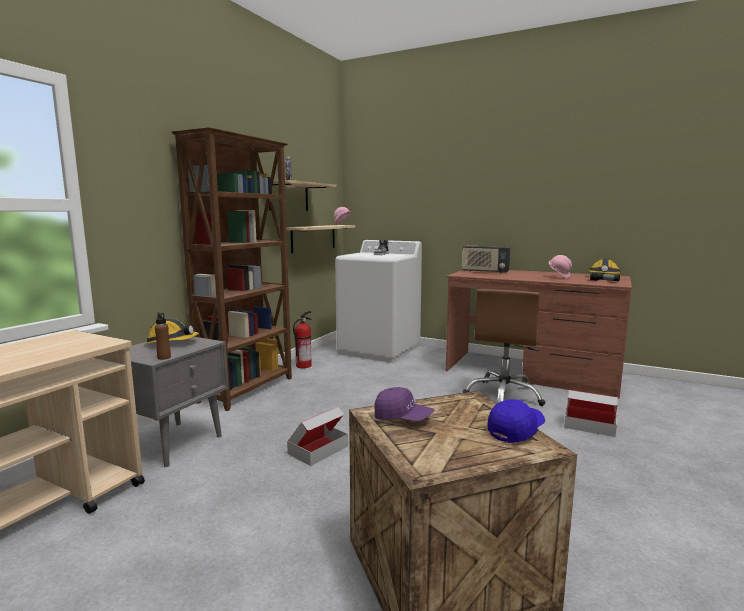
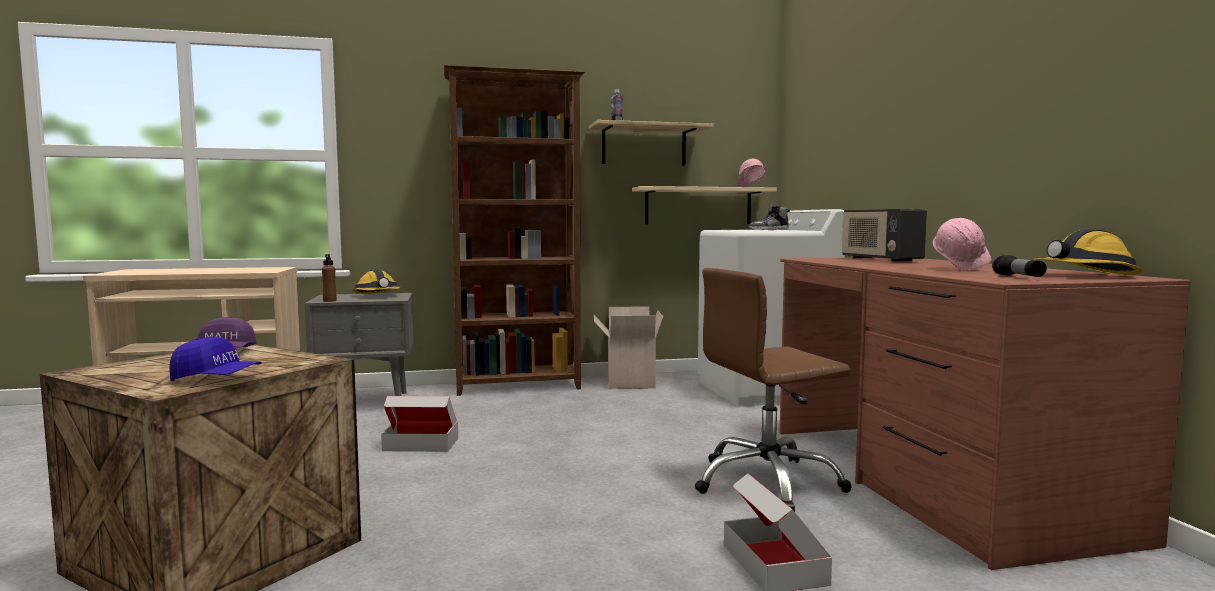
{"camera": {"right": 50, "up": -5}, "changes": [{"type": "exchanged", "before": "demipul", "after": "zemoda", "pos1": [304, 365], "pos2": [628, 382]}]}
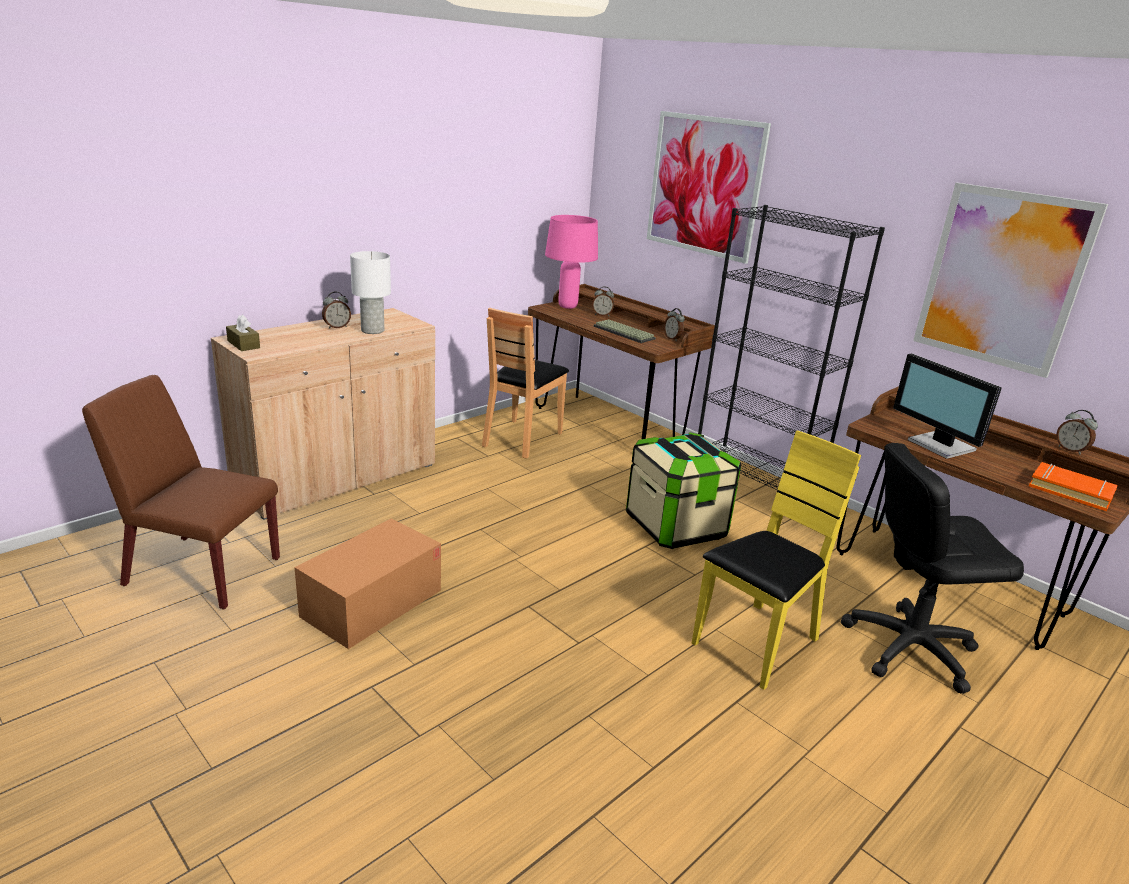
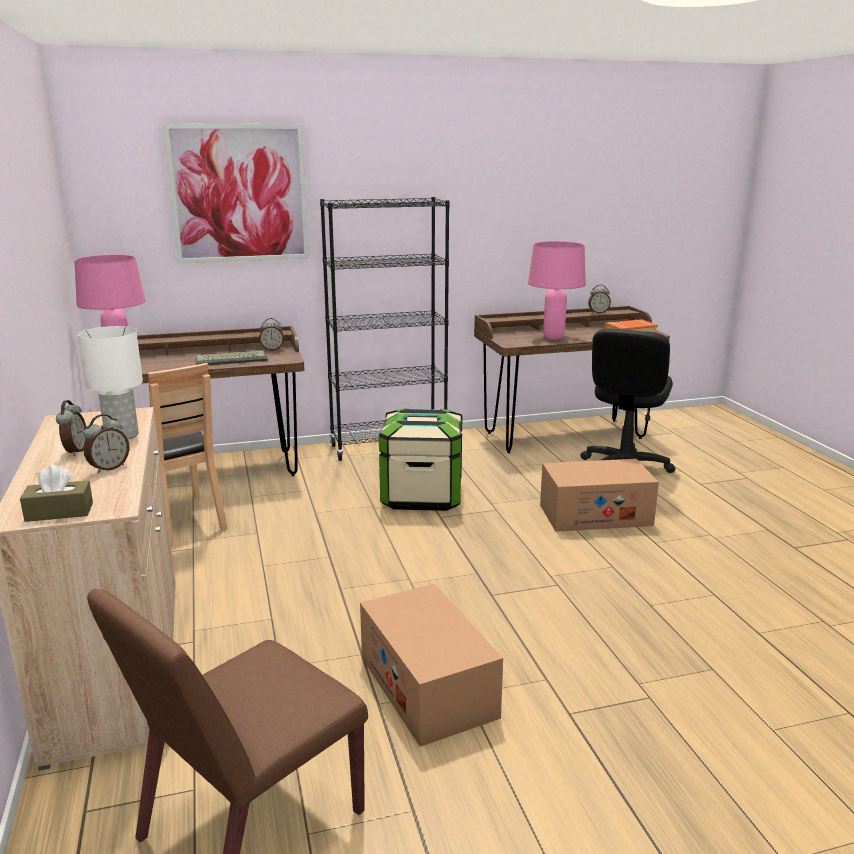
{"camera": {"right": -60, "up": -5}, "changes": [{"type": "missing", "before": "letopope", "pos1": [1002, 278]}, {"type": "relocated", "before": "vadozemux", "pos1": [602, 315], "pos2": [109, 468]}, {"type": "exchanged", "before": "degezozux", "after": "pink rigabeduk", "pos1": [940, 446], "pos2": [553, 338]}, {"type": "exchanged", "before": "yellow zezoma", "after": "zemoda", "pos1": [756, 643], "pos2": [595, 515]}]}
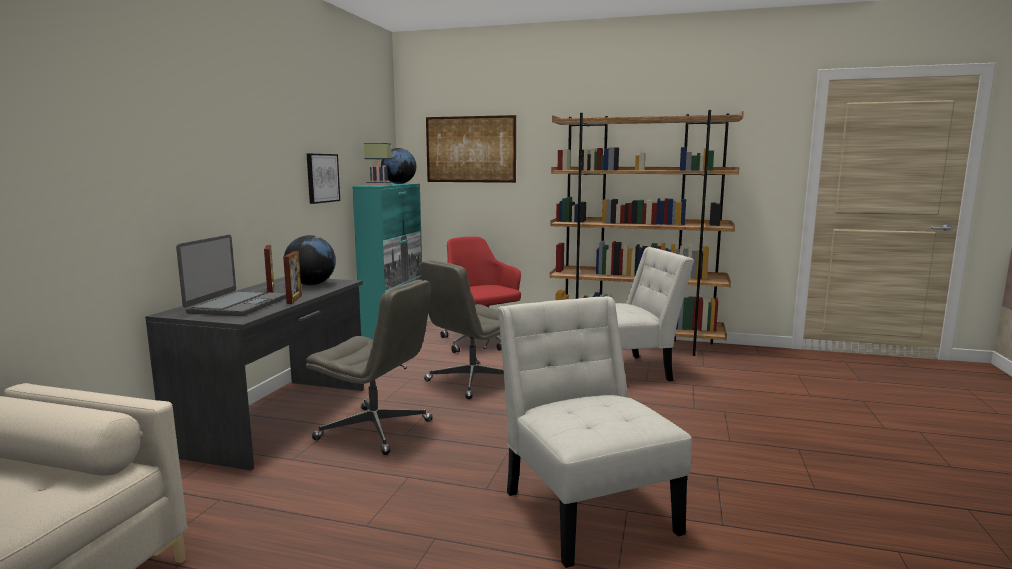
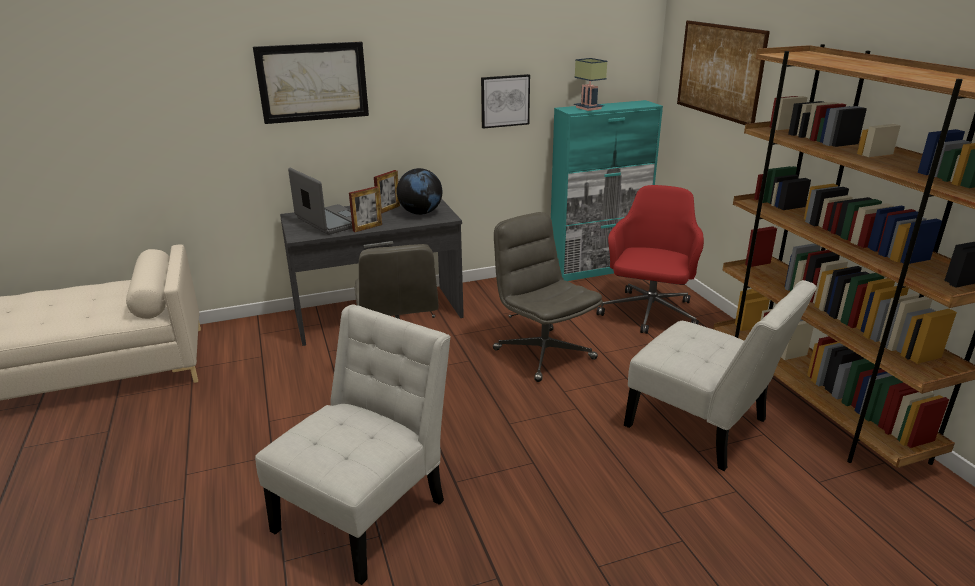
{"camera": {"right": 55, "up": 15}, "changes": [{"type": "missing", "before": "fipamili", "pos1": [399, 183]}, {"type": "spun", "before": "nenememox", "pos1": [237, 305], "pos2": [331, 221], "turn": -105}, {"type": "spun", "before": "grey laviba", "pos1": [472, 382], "pos2": [543, 353], "turn": 45}, {"type": "appeared", "after": "letopope", "pos2": [313, 82]}]}
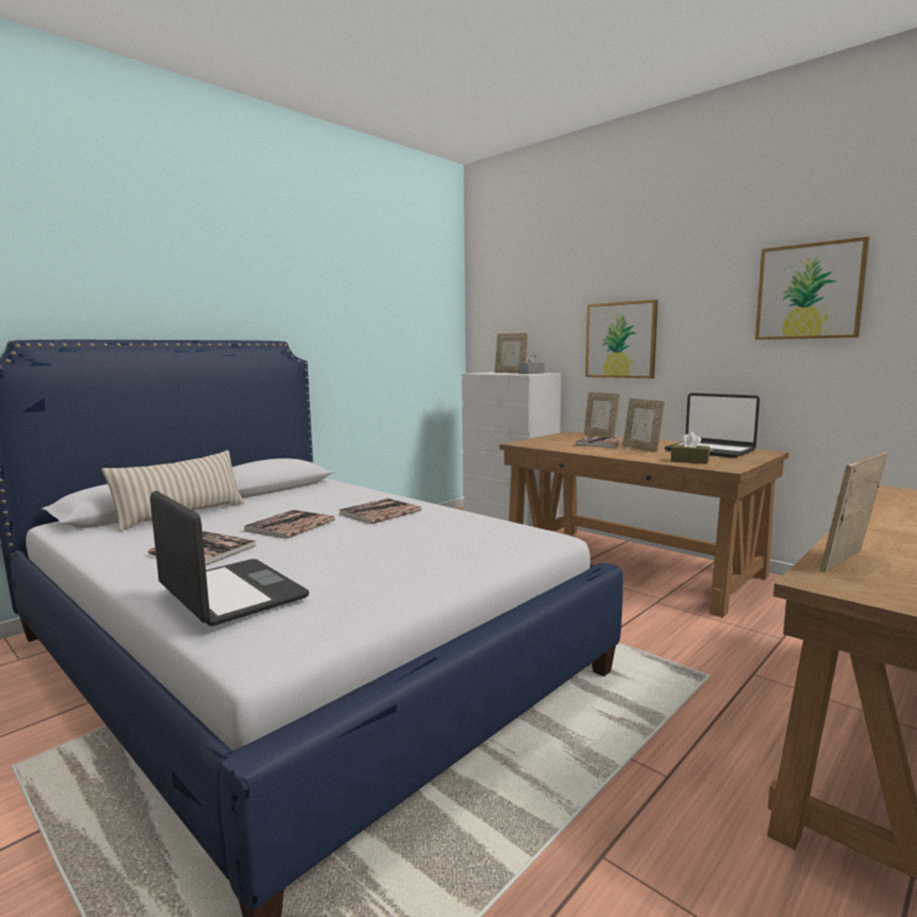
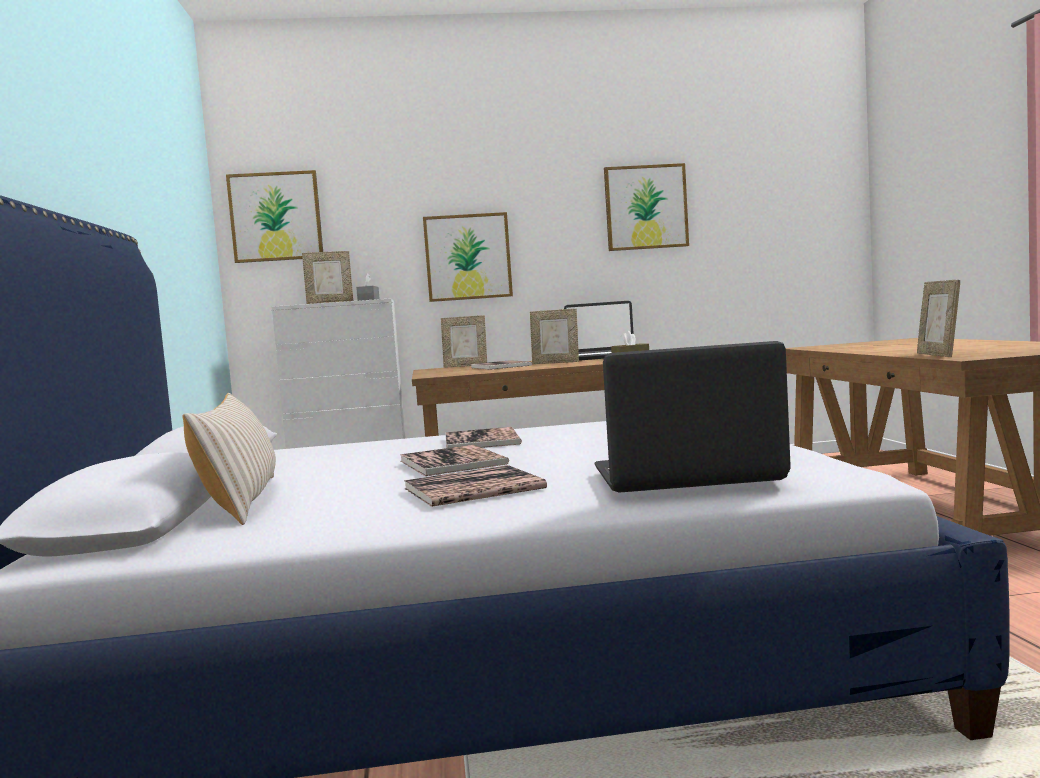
{"camera": {"right": -50, "up": -5}, "changes": [{"type": "appeared", "after": "letopope", "pos2": [276, 217]}]}
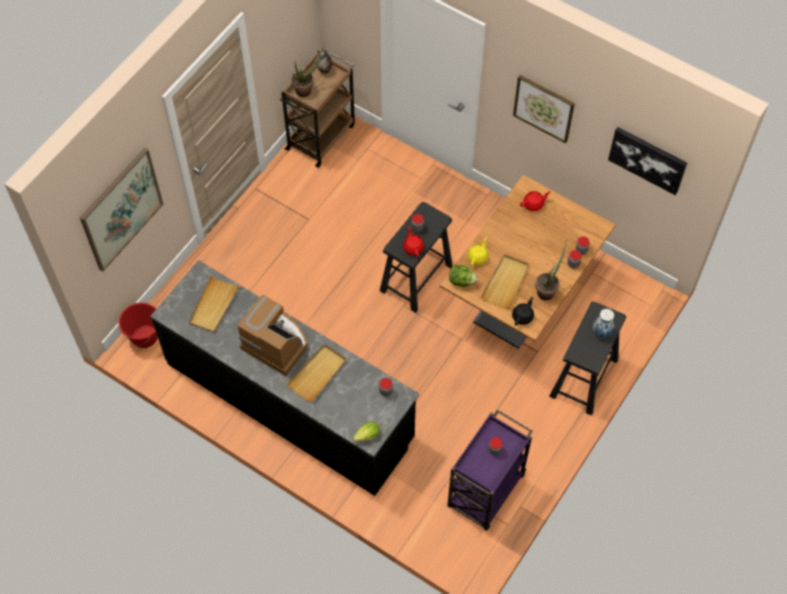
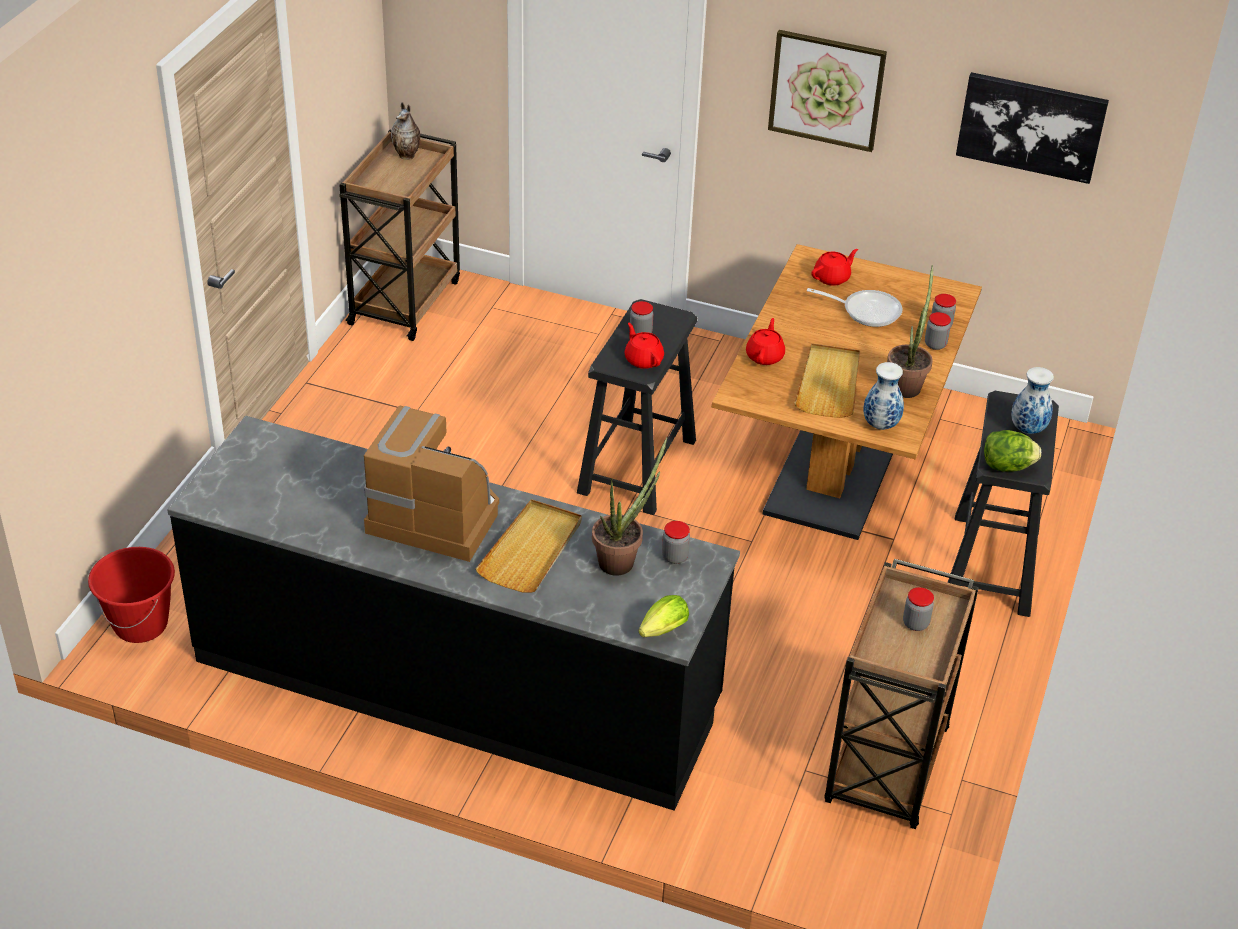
{"camera": {"right": -15, "up": -20}, "changes": [{"type": "relocated", "before": "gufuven", "pos1": [306, 89], "pos2": [622, 559]}, {"type": "missing", "before": "letopope", "pos1": [121, 209]}, {"type": "colour", "before": "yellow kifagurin", "after": "red kifagurin", "pos1": [478, 257], "pos2": [765, 356]}, {"type": "relocated", "before": "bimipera", "pos1": [461, 281], "pos2": [1007, 466]}, {"type": "missing", "before": "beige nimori", "pos1": [213, 305]}, {"type": "exchanged", "before": "black kifagurin", "after": "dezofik", "pos1": [523, 316], "pos2": [880, 424]}, {"type": "colour", "before": "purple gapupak", "after": "brown gapupak", "pos1": [485, 492], "pos2": [886, 768]}, {"type": "appeared", "after": "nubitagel", "pos2": [866, 311]}]}
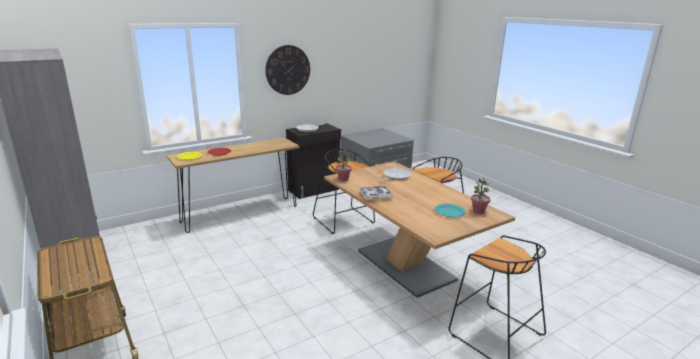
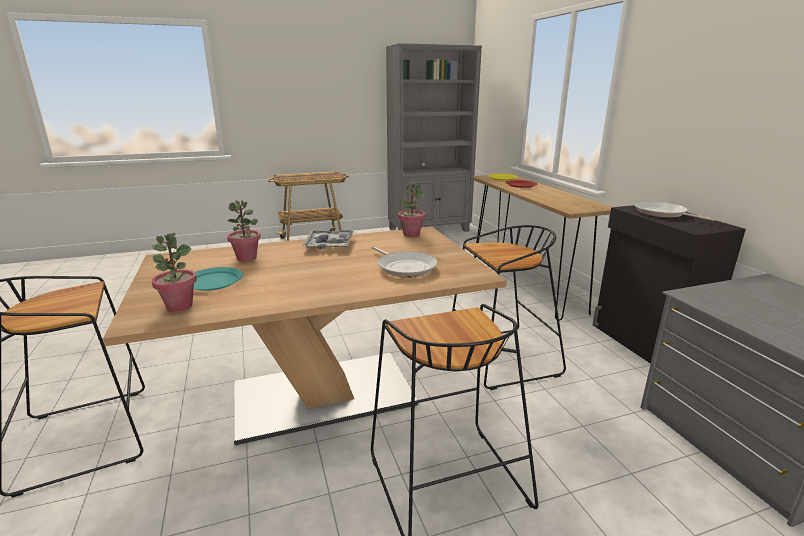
{"camera": {"right": 105, "up": 0}, "changes": [{"type": "missing", "before": "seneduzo", "pos1": [288, 70]}, {"type": "appeared", "after": "gufuven", "pos2": [247, 258]}]}
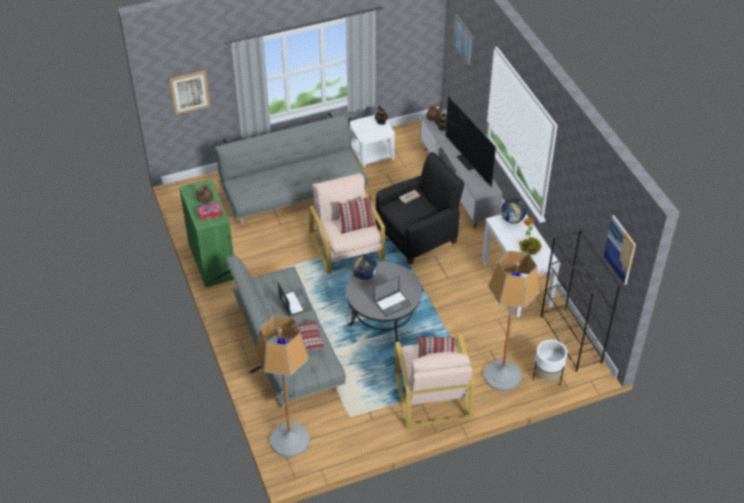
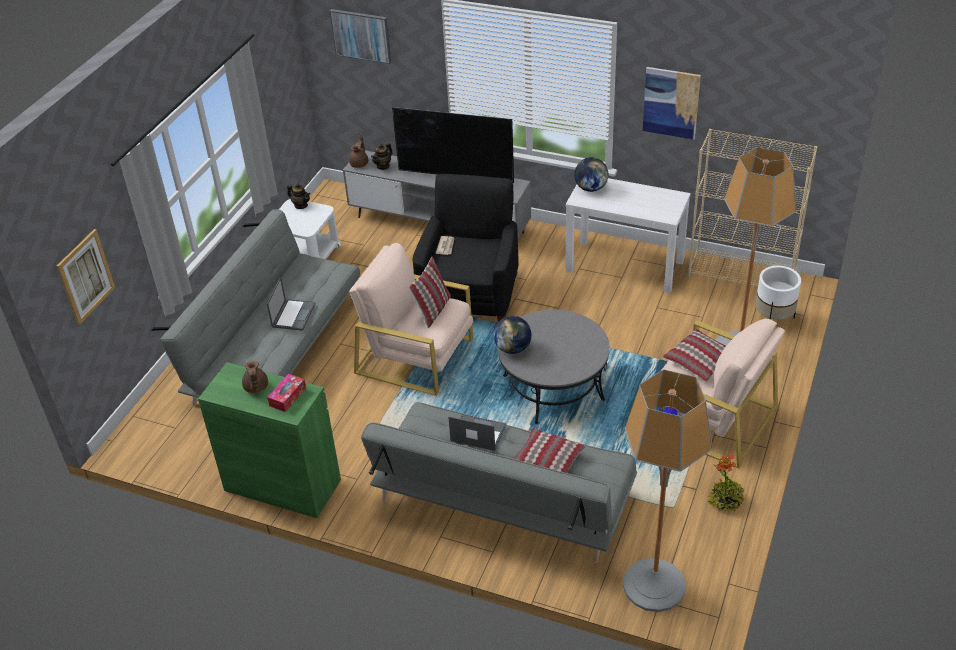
{"camera": {"right": -45, "up": -5}, "changes": [{"type": "relocated", "before": "letopope", "pos1": [620, 249], "pos2": [671, 102]}, {"type": "relocated", "before": "gufuven", "pos1": [529, 249], "pos2": [725, 501]}, {"type": "colour", "before": "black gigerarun", "after": "beige gigerarun", "pos1": [571, 339], "pos2": [742, 275]}, {"type": "relocated", "before": "nenememox", "pos1": [392, 303], "pos2": [293, 314]}]}
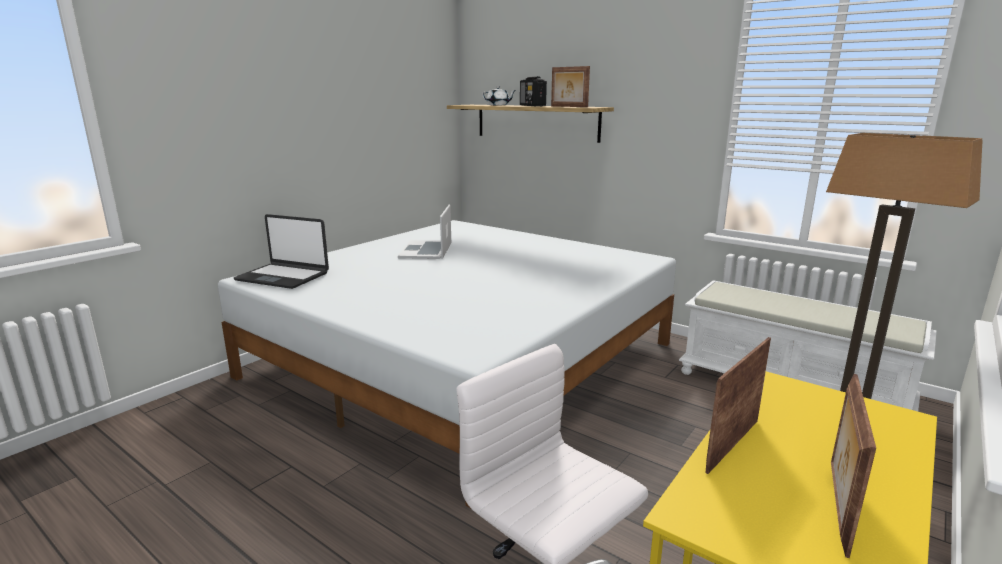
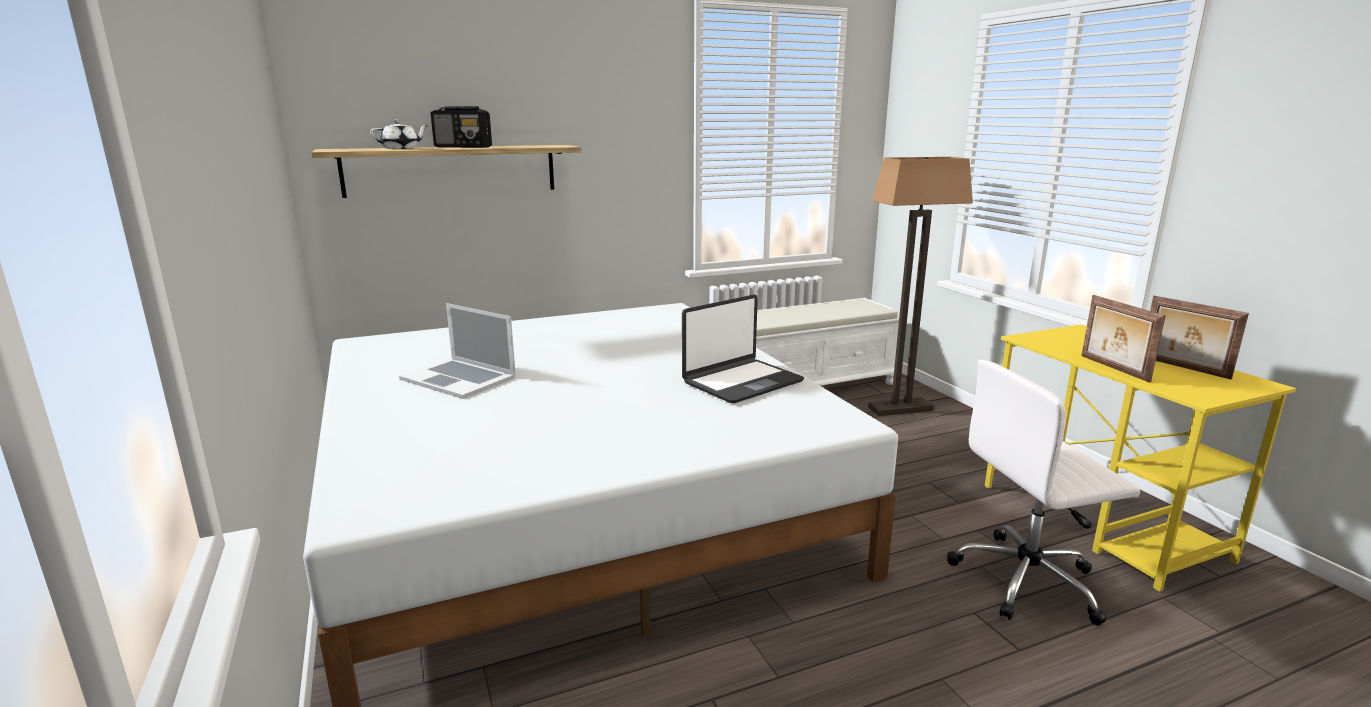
{"camera": {"right": -60, "up": 0}, "changes": [{"type": "missing", "before": "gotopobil", "pos1": [568, 106]}, {"type": "relocated", "before": "nenememox", "pos1": [283, 277], "pos2": [741, 382]}]}
